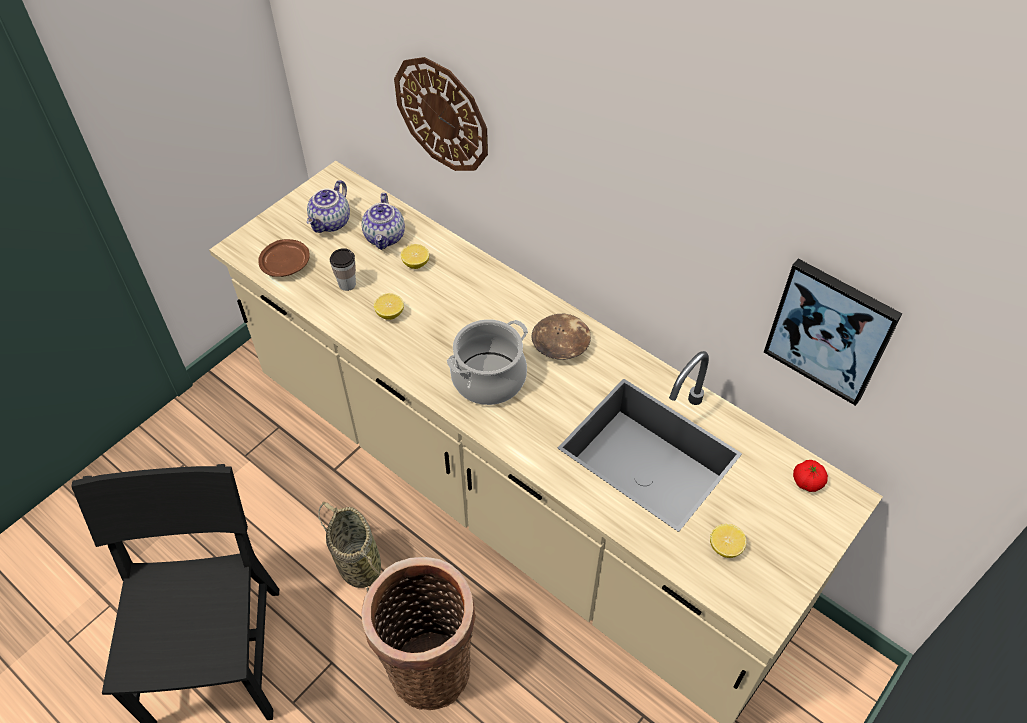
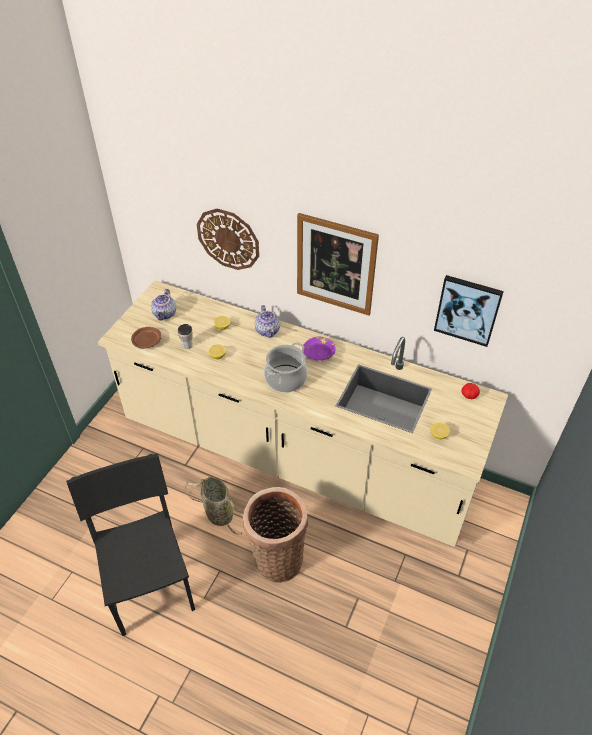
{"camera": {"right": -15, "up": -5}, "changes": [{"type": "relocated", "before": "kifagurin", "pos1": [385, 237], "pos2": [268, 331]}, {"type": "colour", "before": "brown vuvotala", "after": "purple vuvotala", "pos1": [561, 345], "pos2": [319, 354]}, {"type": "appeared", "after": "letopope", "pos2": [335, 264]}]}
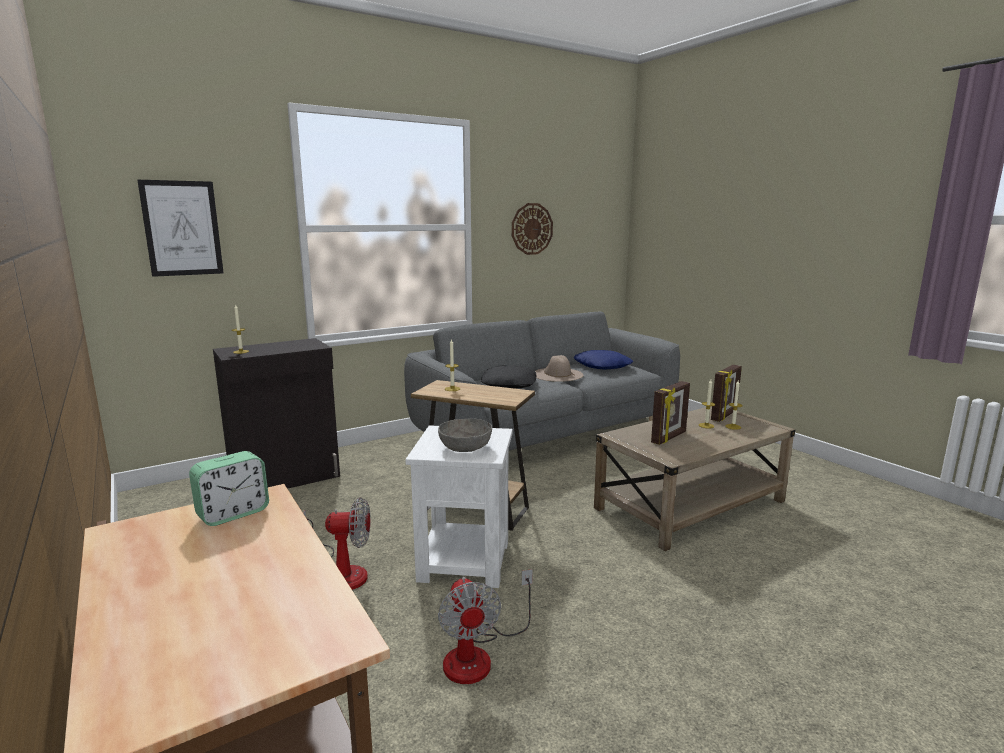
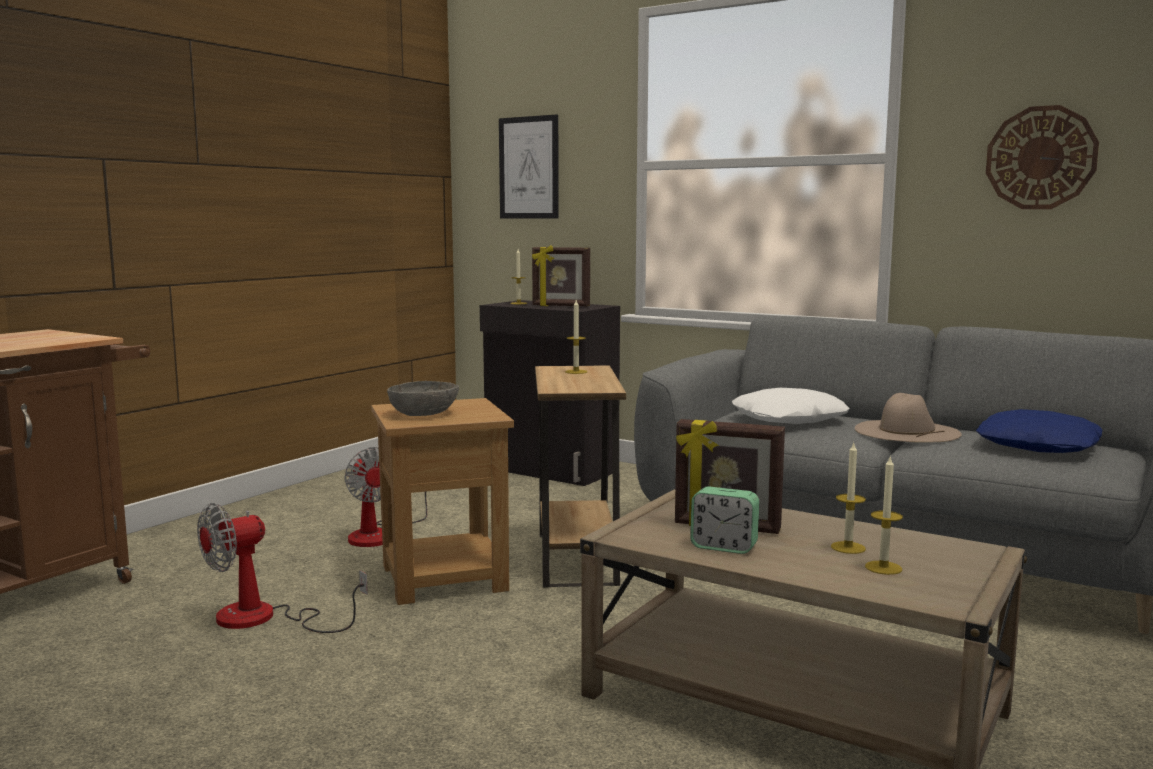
{"camera": {"right": 65, "up": -5}, "changes": [{"type": "colour", "before": "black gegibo", "after": "white gegibo", "pos1": [509, 384], "pos2": [789, 419]}, {"type": "relocated", "before": "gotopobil", "pos1": [724, 415], "pos2": [560, 306]}, {"type": "colour", "before": "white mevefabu", "after": "brown mevefabu", "pos1": [464, 562], "pos2": [442, 578]}, {"type": "relocated", "before": "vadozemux", "pos1": [233, 513], "pos2": [724, 547]}]}
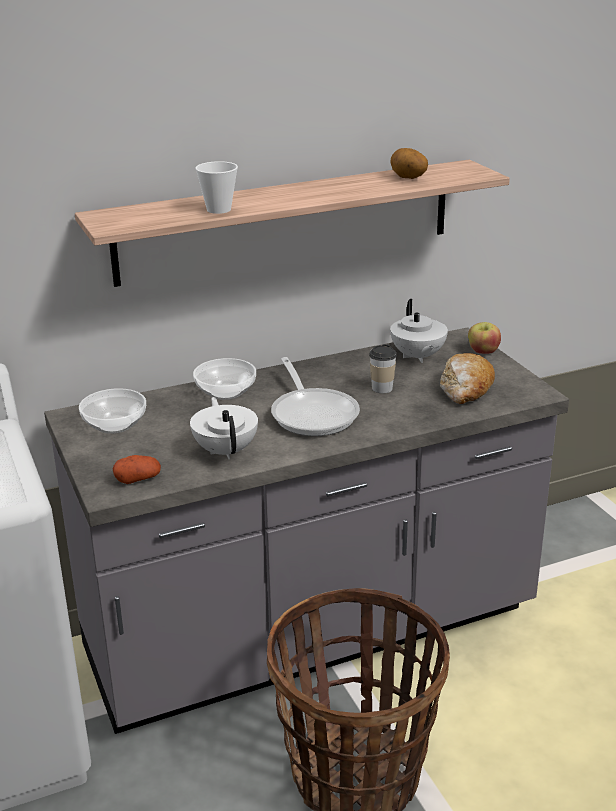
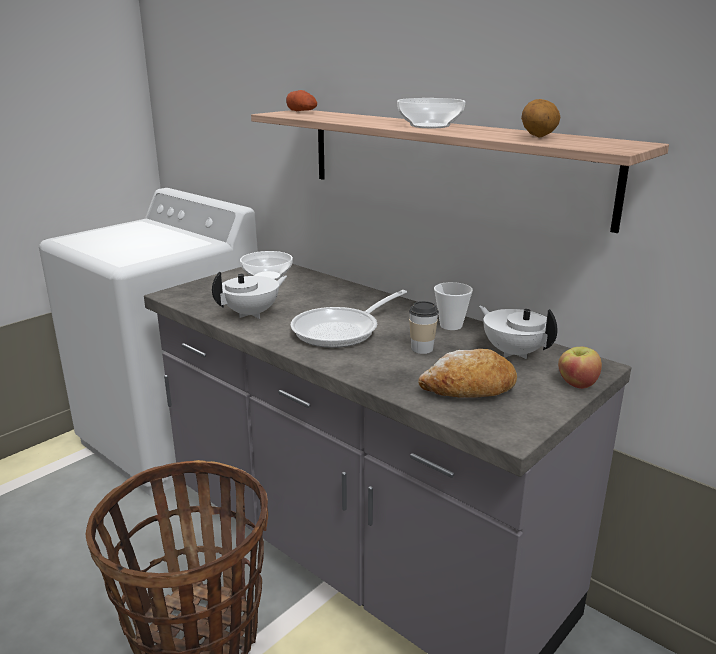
{"camera": {"right": 65, "up": -5}, "changes": [{"type": "relocated", "before": "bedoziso", "pos1": [219, 209], "pos2": [451, 325]}, {"type": "spun", "before": "white kifagurin", "pos1": [417, 357], "pos2": [514, 352], "turn": 90}, {"type": "relocated", "before": "vuvotala", "pos1": [226, 392], "pos2": [430, 126]}, {"type": "relocated", "before": "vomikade", "pos1": [138, 479], "pos2": [302, 111]}]}
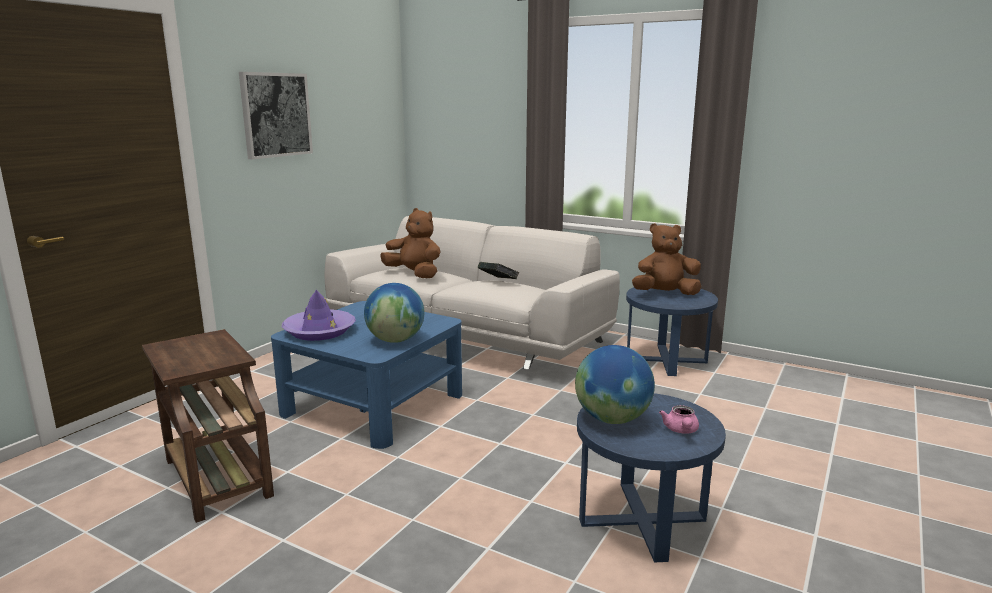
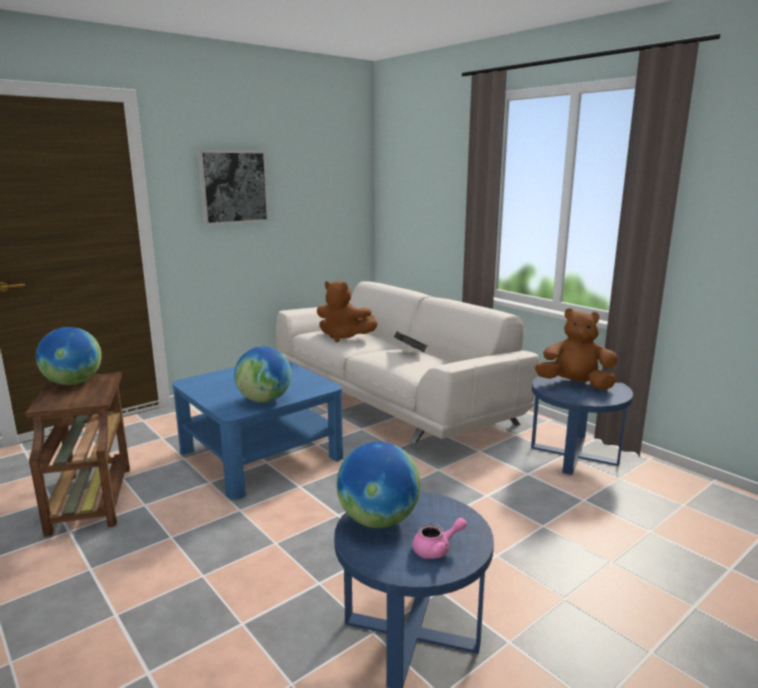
{"camera": {"right": 20, "up": 0}, "changes": [{"type": "spun", "before": "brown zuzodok", "pos1": [414, 274], "pos2": [343, 337], "turn": 150}, {"type": "missing", "before": "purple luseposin", "pos1": [319, 331]}, {"type": "spun", "before": "pink kifagurin", "pos1": [681, 430], "pos2": [437, 549], "turn": -135}, {"type": "appeared", "after": "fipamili", "pos2": [73, 383]}]}
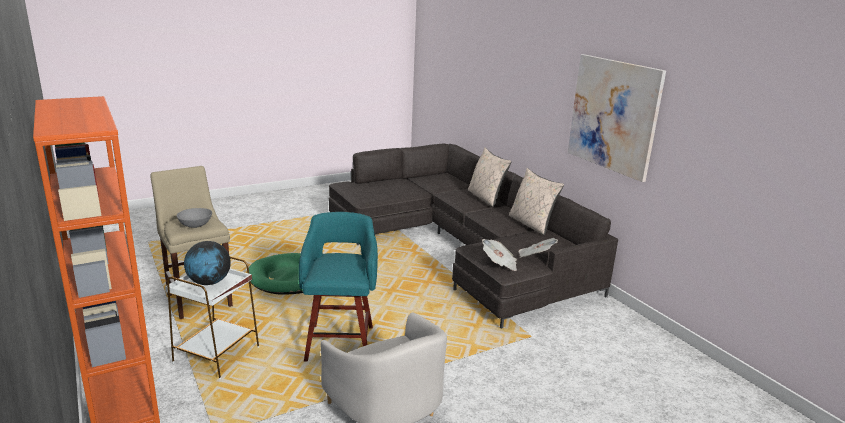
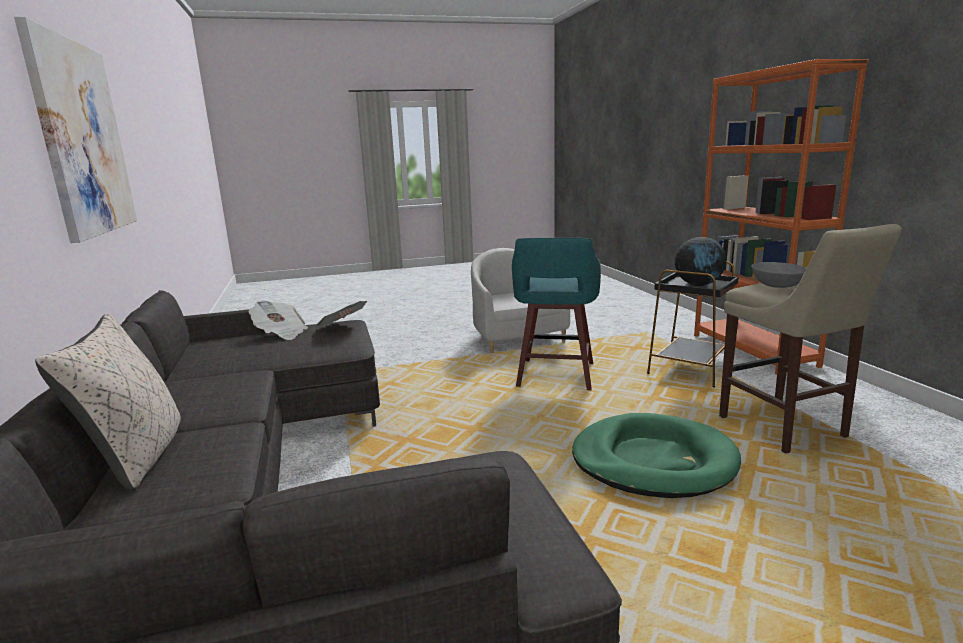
{"camera": {"right": -165, "up": -5}, "changes": [{"type": "missing", "before": "beige gegibo", "pos1": [531, 224]}, {"type": "colour", "before": "white mevefabu", "after": "black mevefabu", "pos1": [217, 355], "pos2": [689, 370]}]}
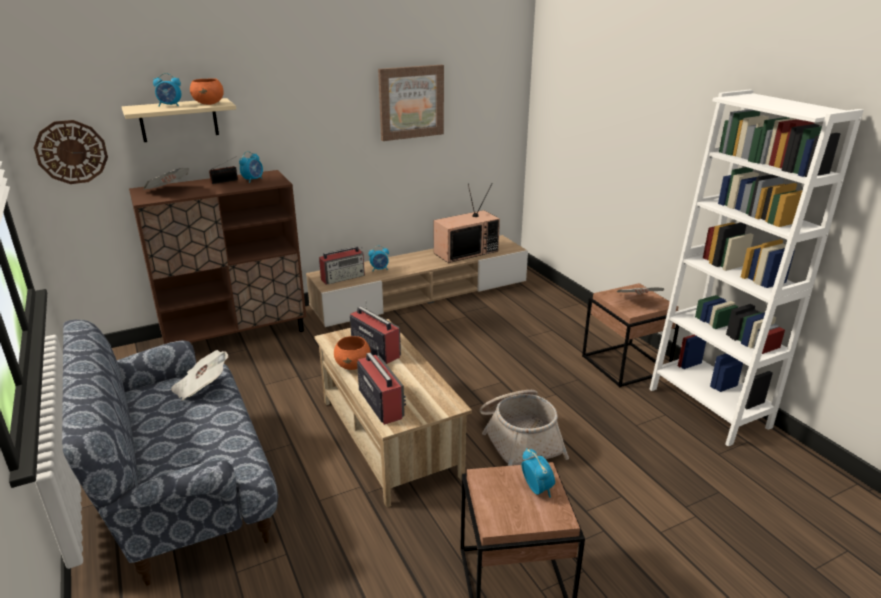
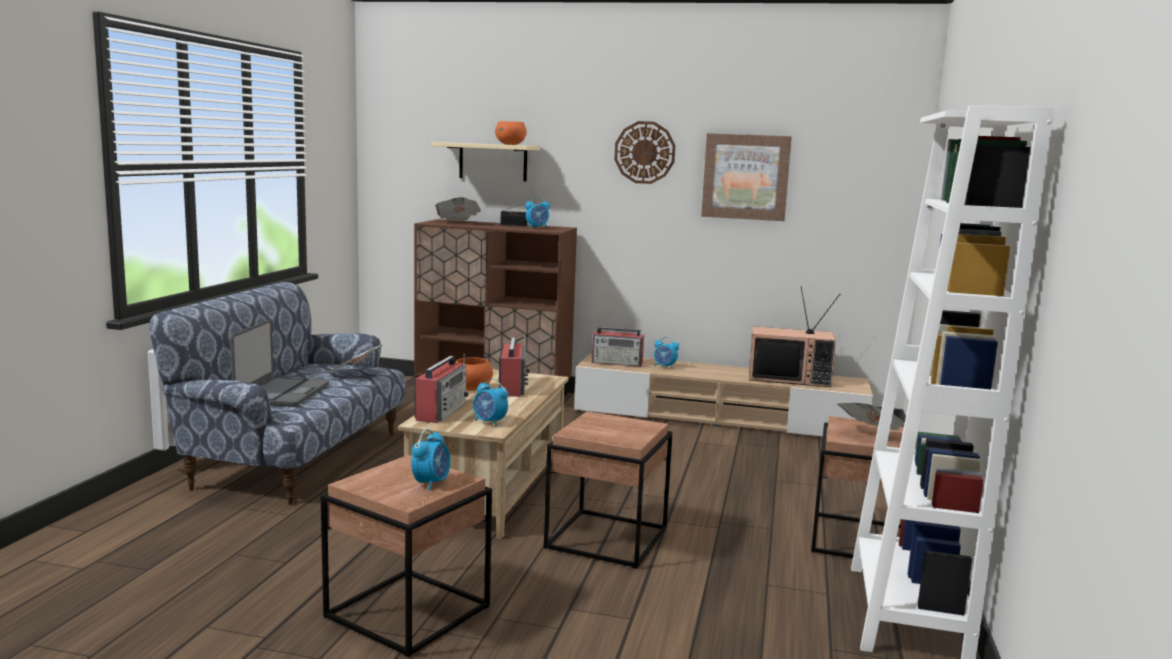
{"camera": {"right": 40, "up": -15}, "changes": [{"type": "relocated", "before": "vadozemux", "pos1": [170, 106], "pos2": [489, 422]}, {"type": "relocated", "before": "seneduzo", "pos1": [71, 152], "pos2": [644, 152]}, {"type": "exchanged", "before": "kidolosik", "after": "brown mevefabu", "pos1": [519, 439], "pos2": [608, 538]}, {"type": "appeared", "after": "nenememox", "pos2": [281, 393]}]}
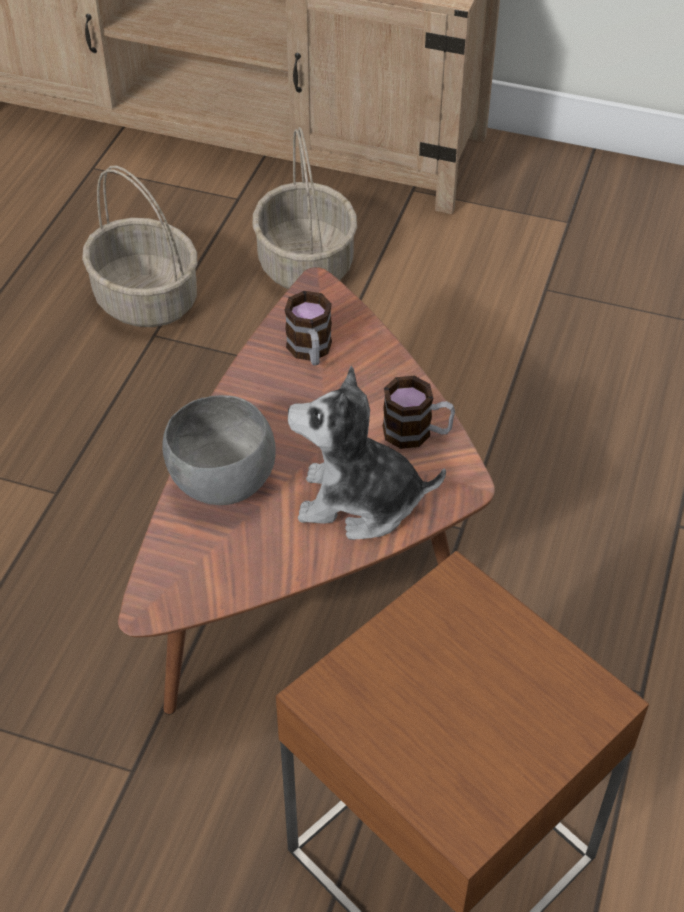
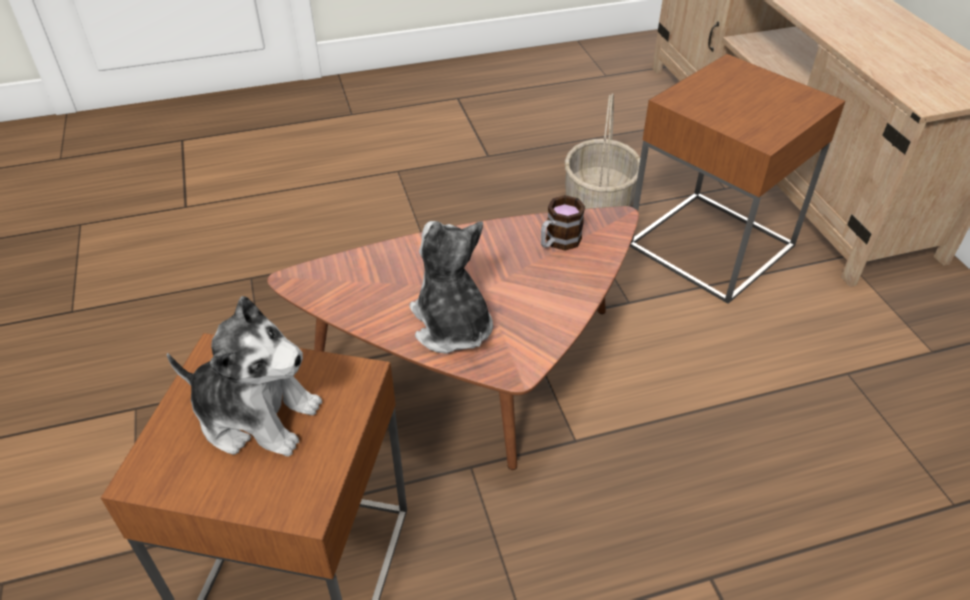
{"camera": {"right": 55, "up": -5}, "changes": [{"type": "exchanged", "before": "kidolosik", "after": "brown mevefabu", "pos1": [307, 265], "pos2": [710, 245]}, {"type": "missing", "before": "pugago", "pos1": [417, 433]}, {"type": "missing", "before": "grey vuvotala", "pos1": [221, 483]}, {"type": "appeared", "after": "zuzodok", "pos2": [256, 415]}]}
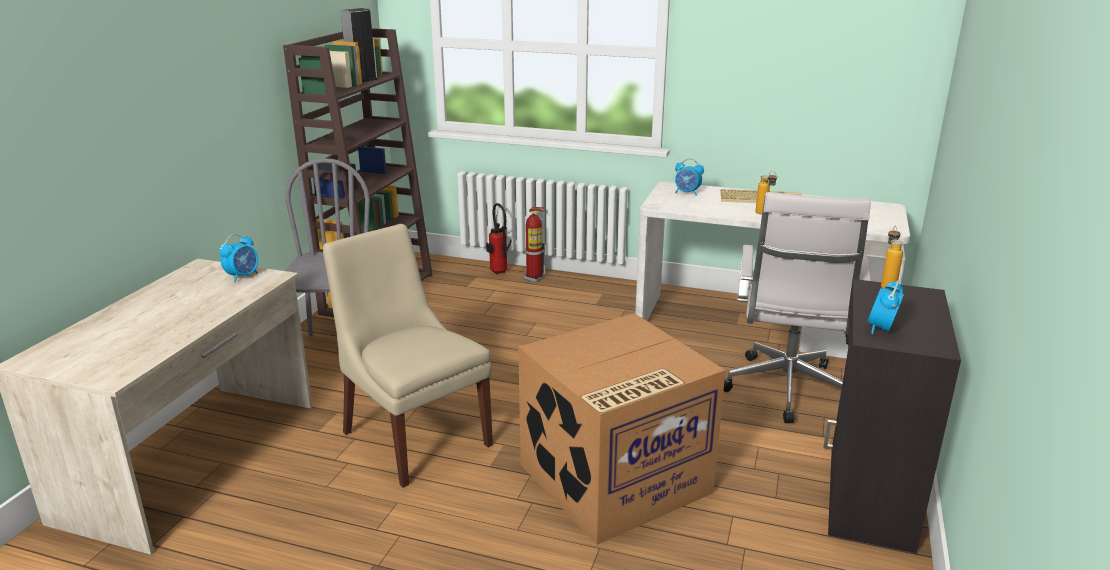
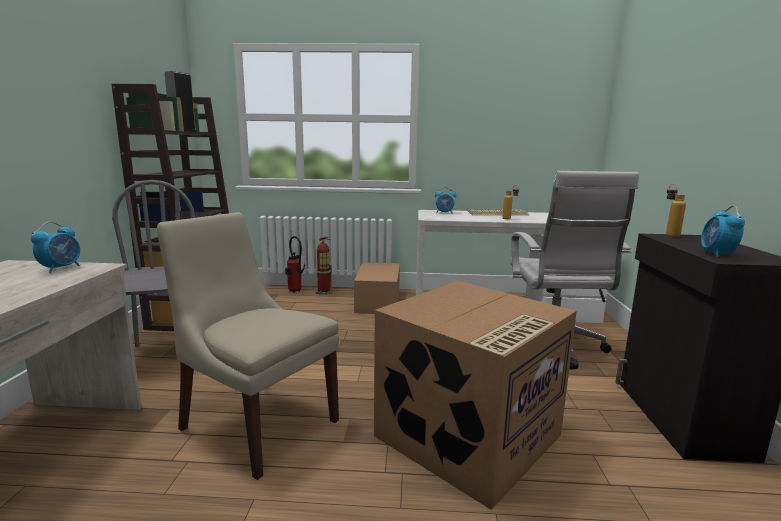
{"camera": {"right": -15, "up": -10}, "changes": [{"type": "appeared", "after": "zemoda", "pos2": [378, 301]}]}
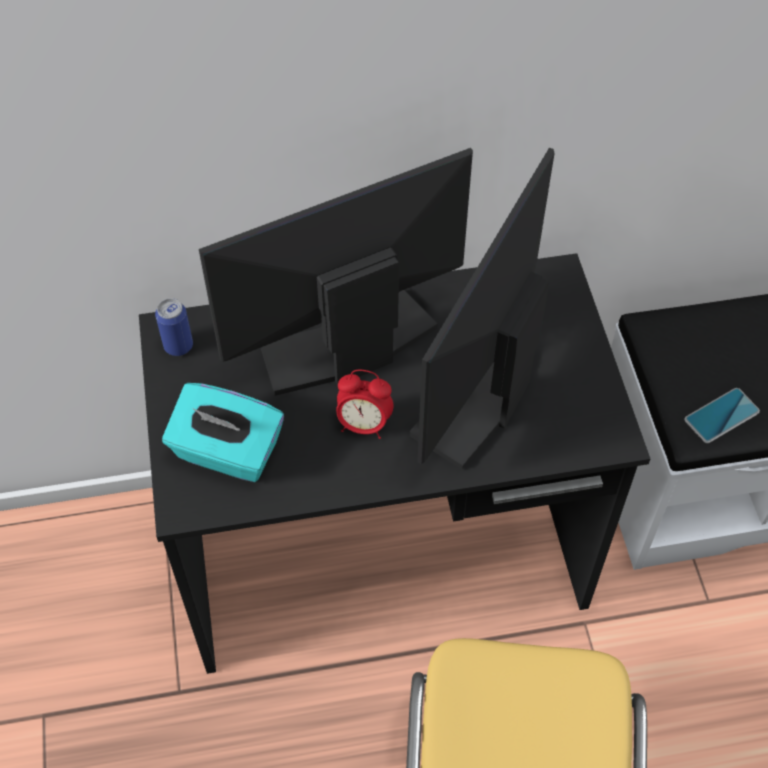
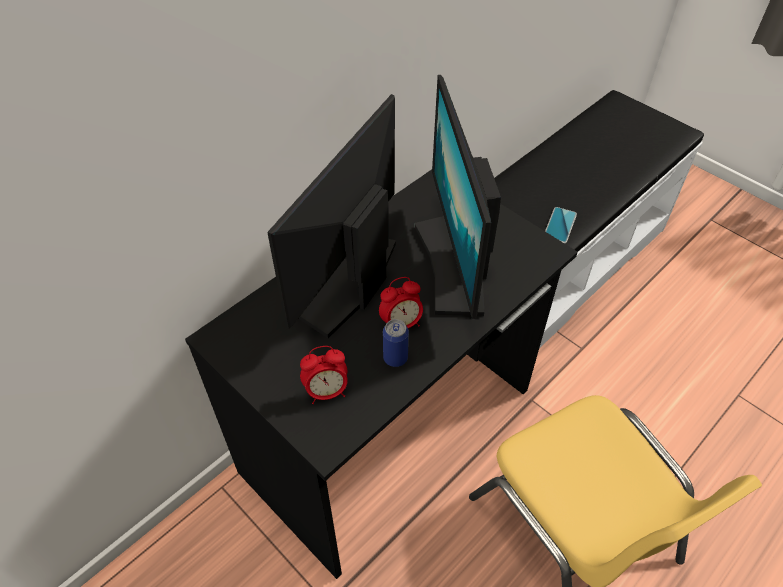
{"camera": {"right": -35, "up": -5}, "changes": [{"type": "relocated", "before": "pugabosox", "pos1": [178, 346], "pos2": [395, 358]}, {"type": "exchanged", "before": "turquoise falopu", "after": "vadozemux", "pos1": [227, 452], "pos2": [326, 392]}]}
